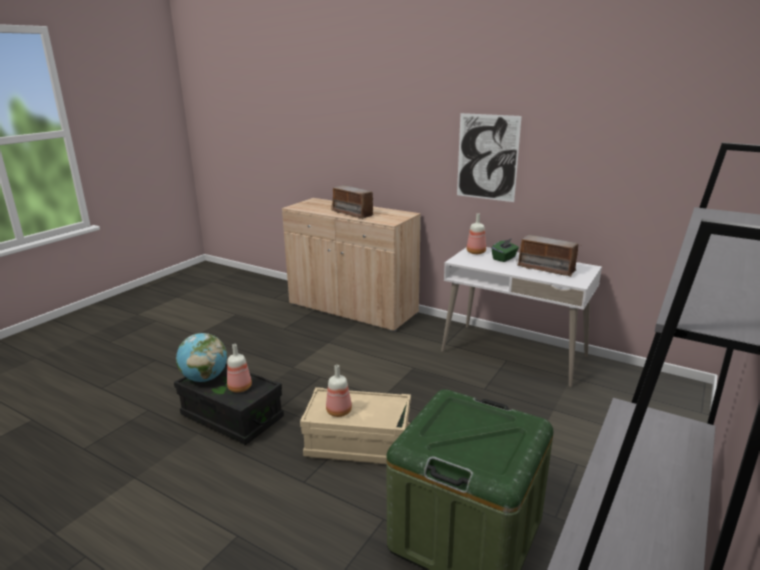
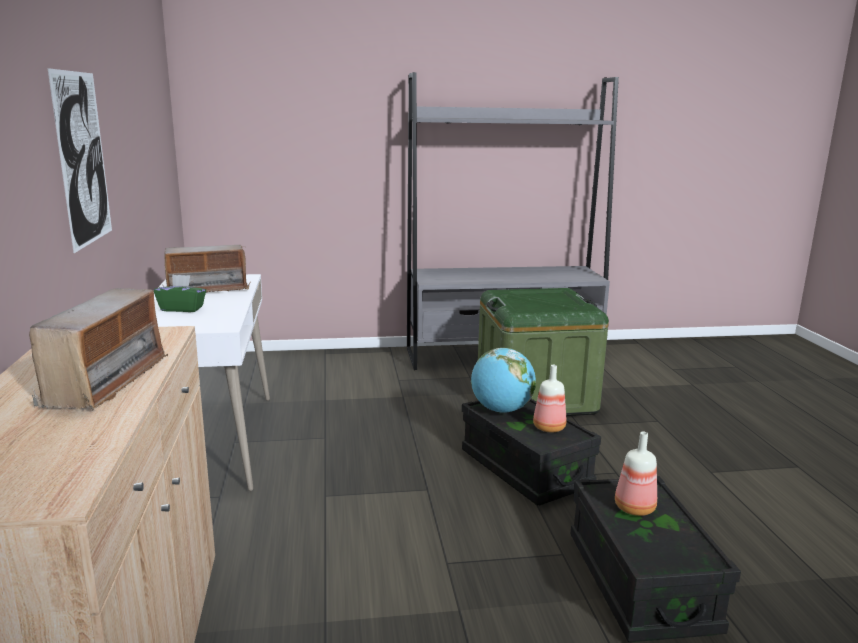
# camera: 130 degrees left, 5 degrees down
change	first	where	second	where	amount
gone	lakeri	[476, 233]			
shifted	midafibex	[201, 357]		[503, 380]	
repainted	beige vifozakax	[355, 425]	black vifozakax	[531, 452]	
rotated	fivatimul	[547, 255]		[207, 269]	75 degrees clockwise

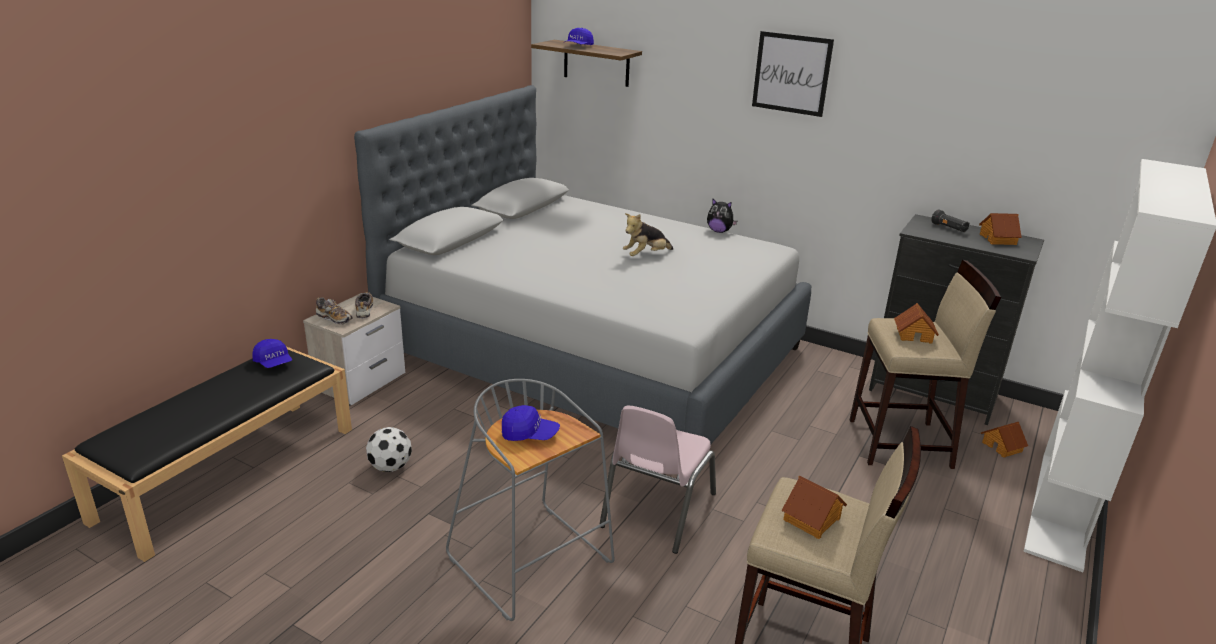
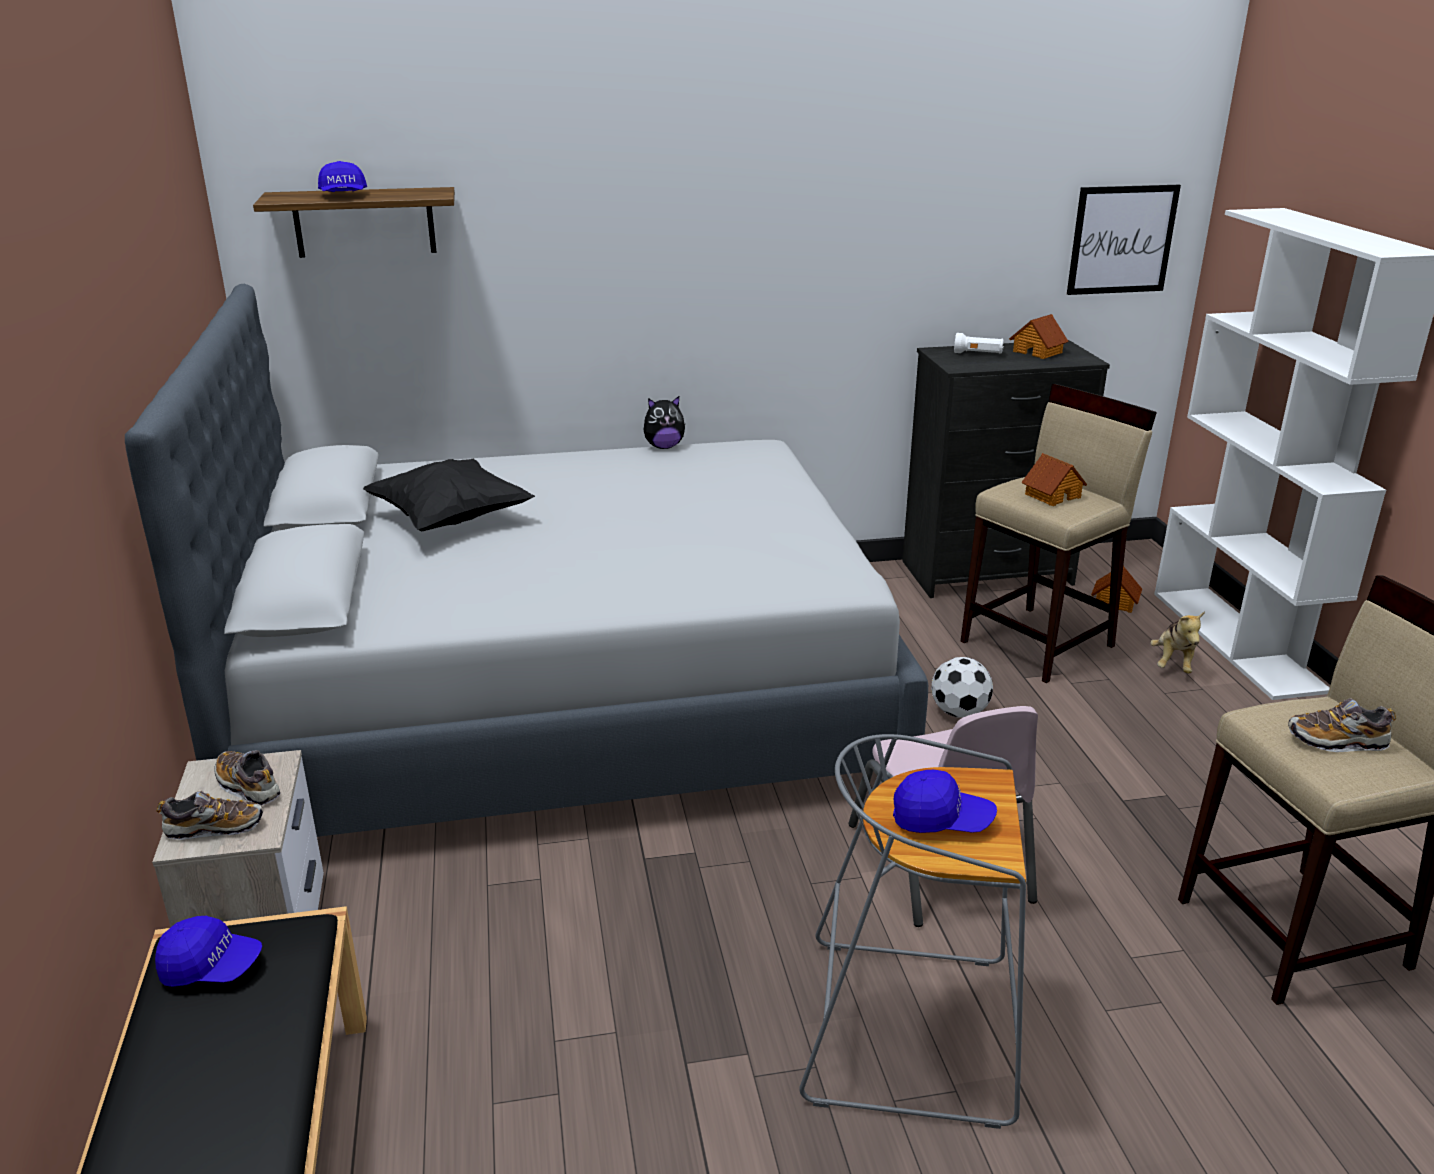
# camera: 40 degrees left, 0 degrees up
change	first	where	second	where	amount
new			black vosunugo	[449, 495]	
shifted	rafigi	[389, 449]		[962, 687]	
shifted	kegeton	[648, 234]		[1177, 642]	
shifted	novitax	[793, 74]		[1124, 240]	
swapped	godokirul	[814, 507]	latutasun	[1342, 725]	
repainted	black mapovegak	[950, 221]	white mapovegak	[979, 343]	
rotated	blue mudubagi	[531, 423]		[945, 801]	45 degrees clockwise

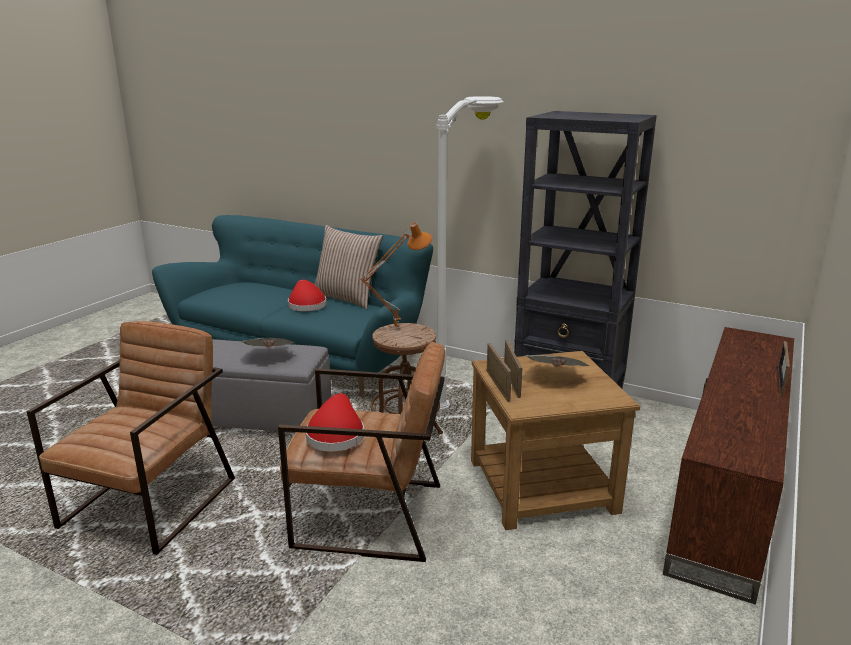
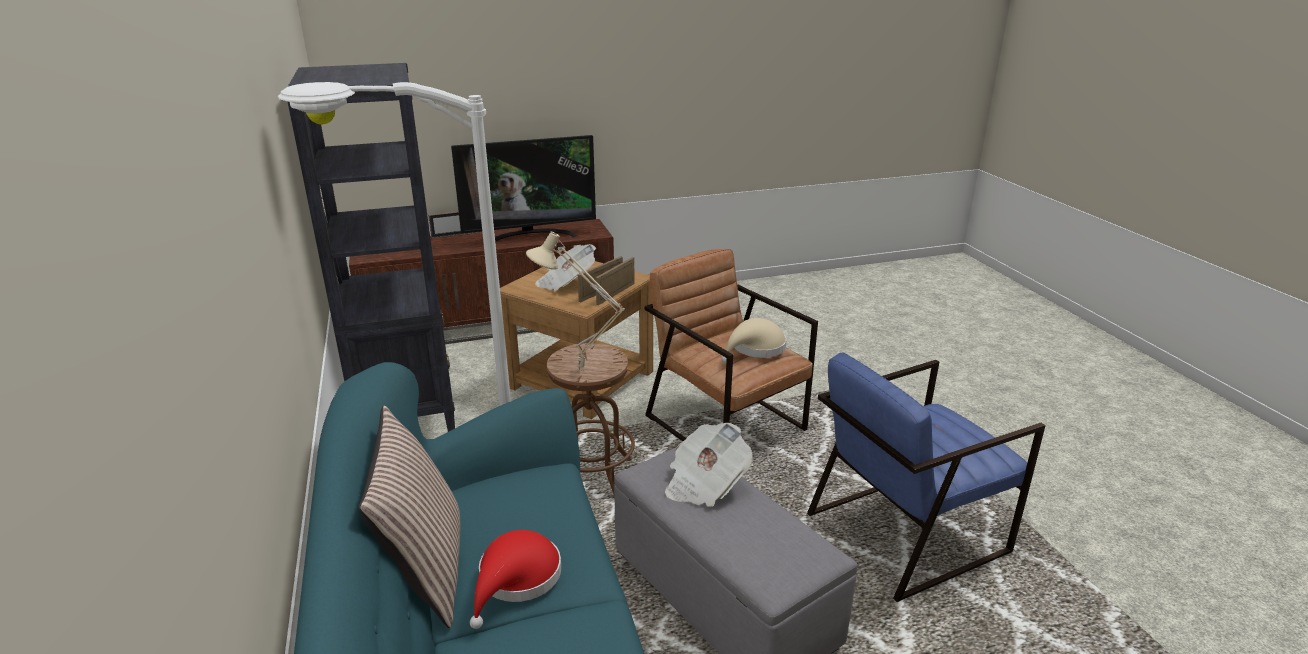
# camera: 135 degrees left, 5 degrees up
change	first	where	second	where	amount
new			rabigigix	[523, 188]	
repainted	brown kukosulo	[130, 438]	blue kukosulo	[926, 477]	
repainted	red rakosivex	[335, 422]	beige rakosivex	[754, 340]	
repainted	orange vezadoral	[396, 276]	beige vezadoral	[575, 301]	

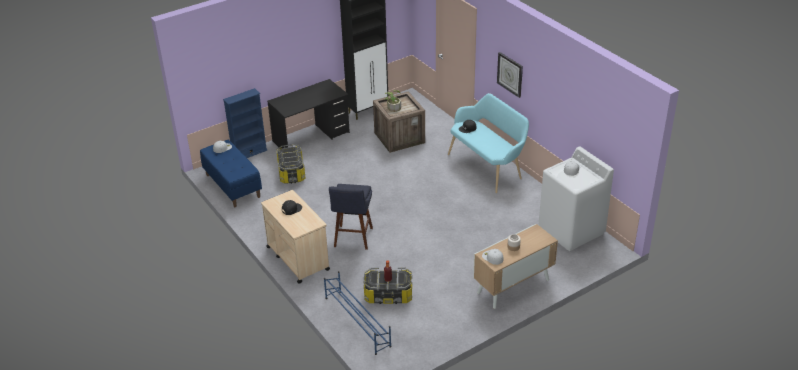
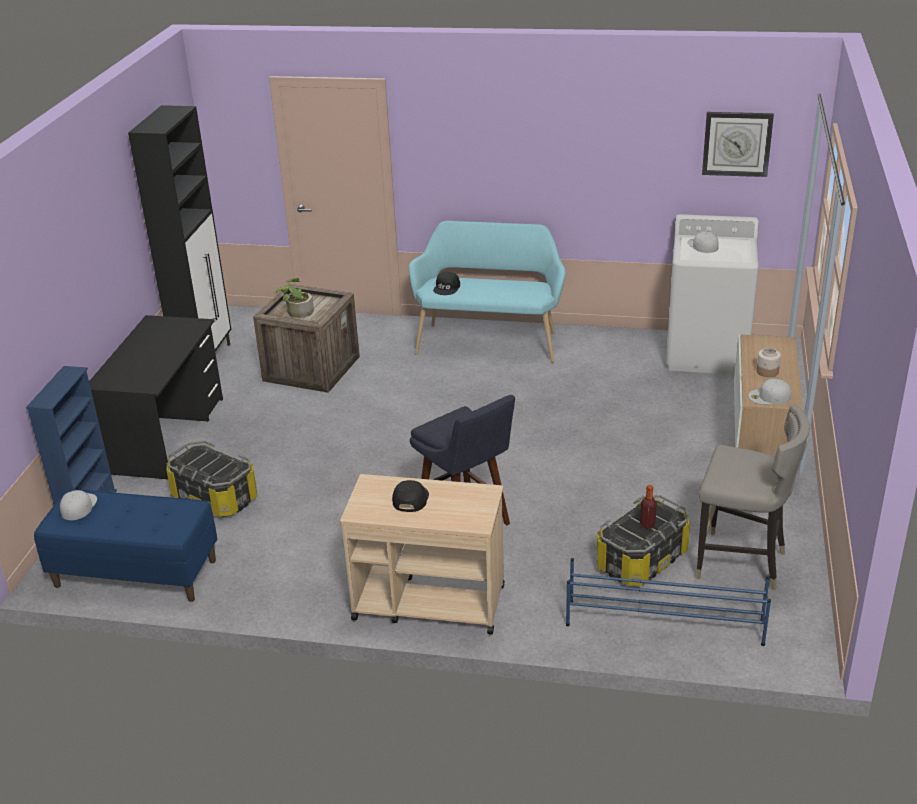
# camera: 45 degrees left, 5 degrees down
change	first	where	second	where	amount
new			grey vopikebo	[753, 497]	
shifted	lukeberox	[510, 75]		[738, 144]	

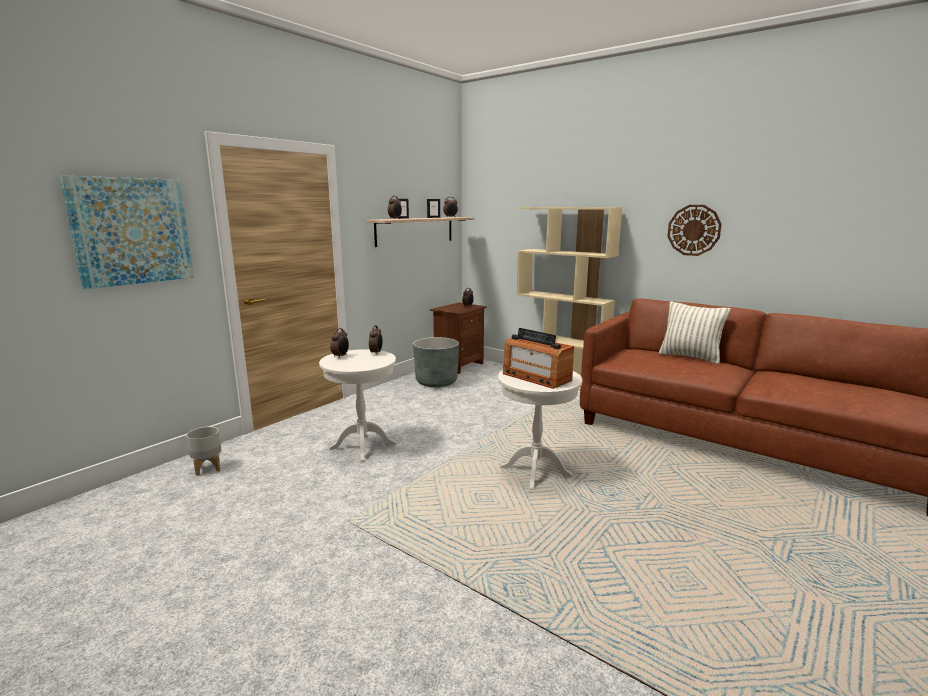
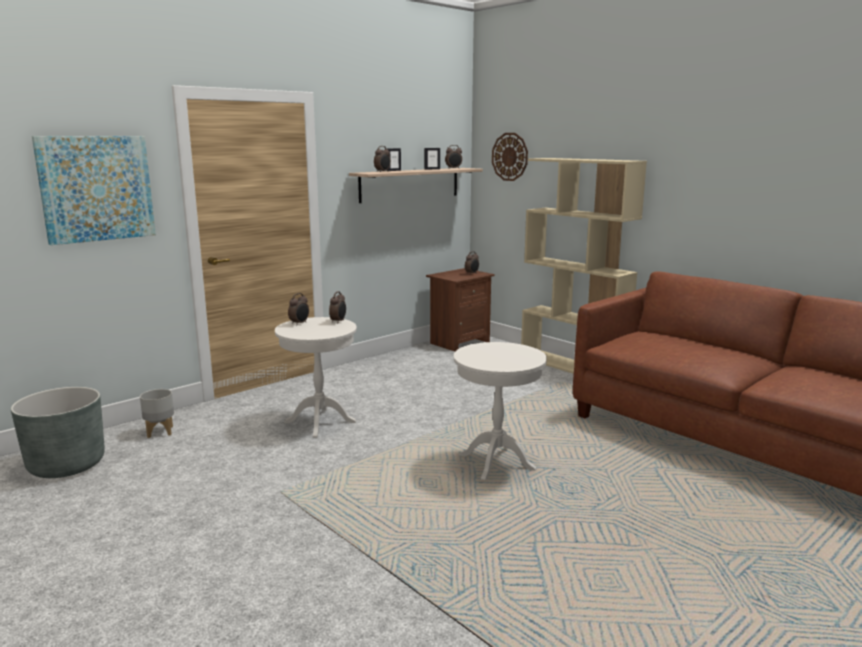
# camera: 10 degrees right, 0 degrees up
change	first	where	second	where	amount
gone	fivatimul	[538, 358]			
gone	vosunugo	[695, 332]			
shifted	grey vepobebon	[436, 362]		[58, 432]	
shifted	lukeberox	[694, 230]		[510, 157]	

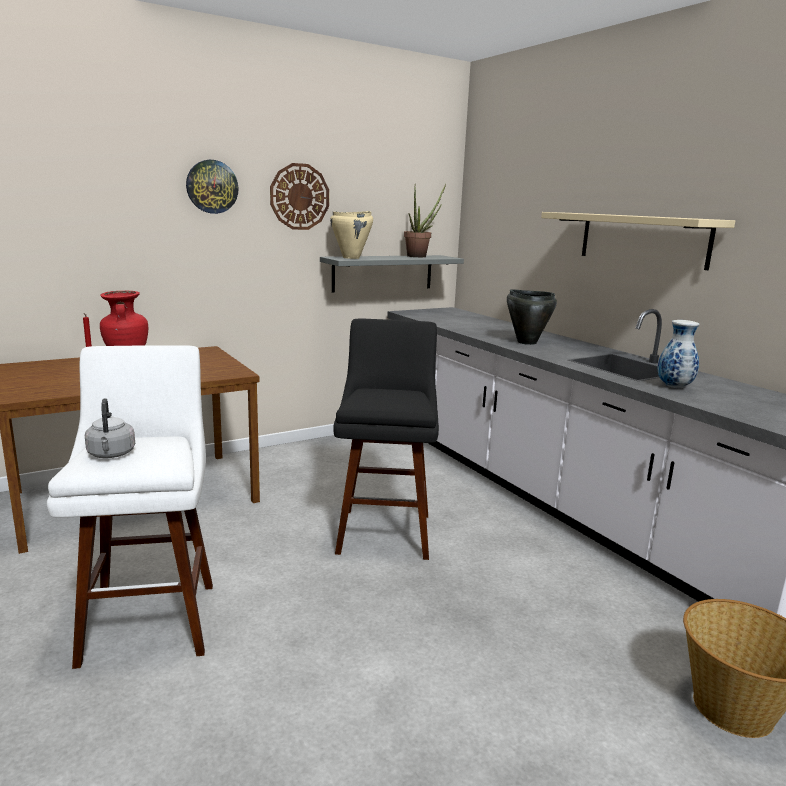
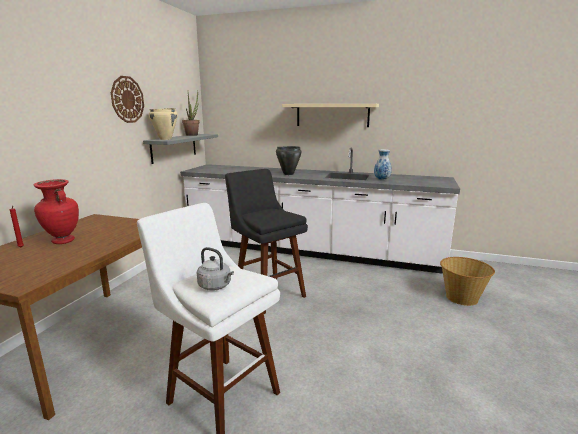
# camera: 40 degrees left, 0 degrees up
change	first	where	second	where	amount
gone	lukeberox	[212, 187]			

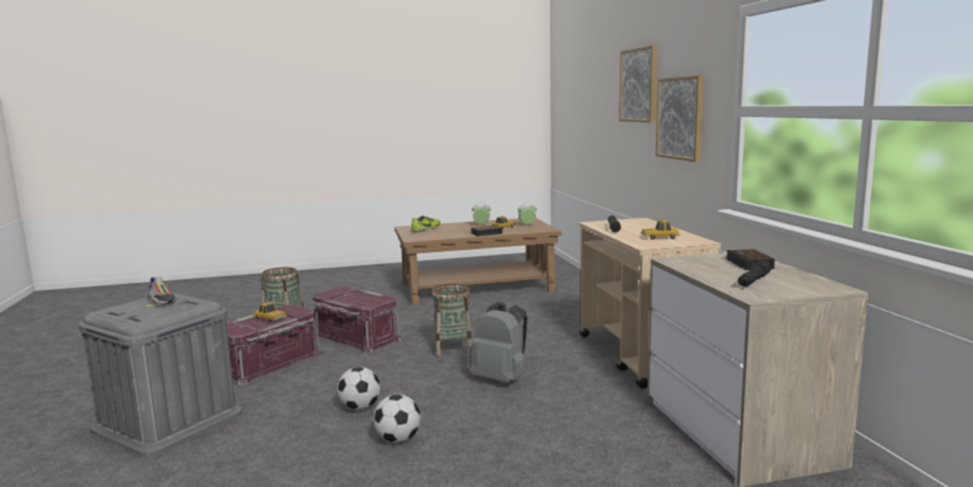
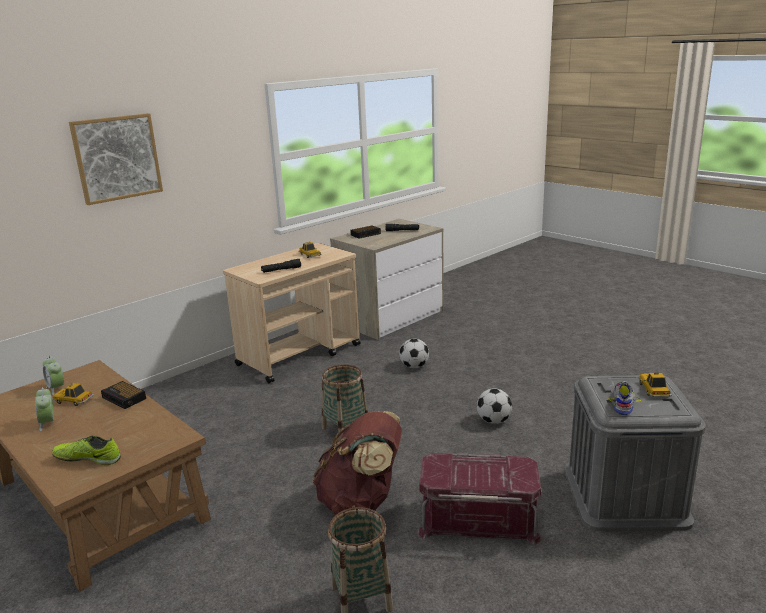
# camera: 120 degrees left, 10 degrees up
change	first	where	second	where	amount
gone	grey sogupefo	[498, 342]			
gone	novitax	[680, 118]			
shifted	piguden	[270, 312]		[655, 384]	
shifted	rafigi	[397, 418]		[414, 353]	
swapped	red vifozakax	[357, 320]	brown sogupefo	[357, 463]	

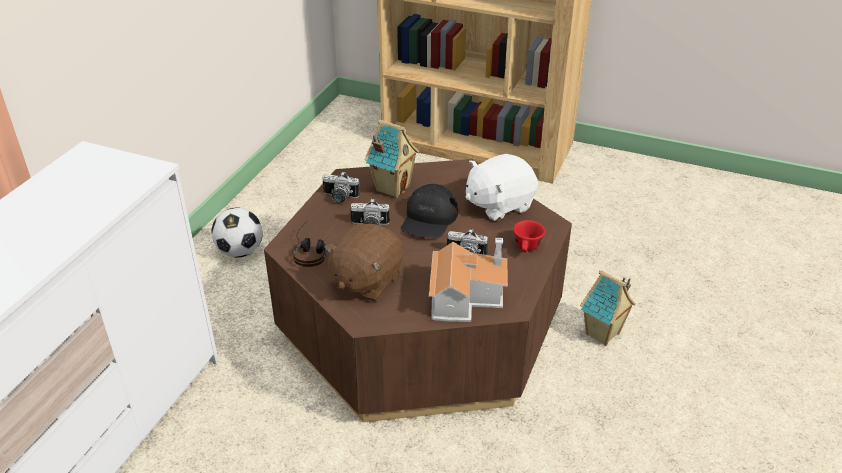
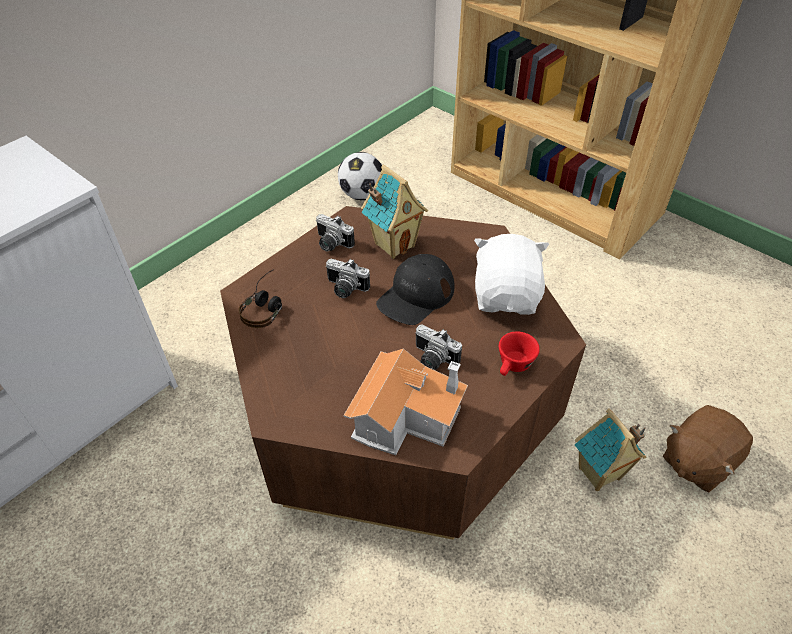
# camera: 20 degrees right, 10 degrees up
change	first	where	second	where	amount
shifted	rafigi	[237, 232]		[360, 176]	
shifted	brown kegeton	[364, 262]		[708, 448]	
rotated	white kegeton	[502, 187]		[511, 274]	105 degrees clockwise

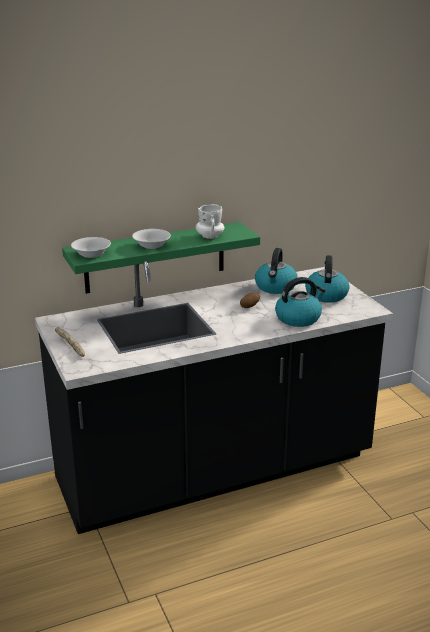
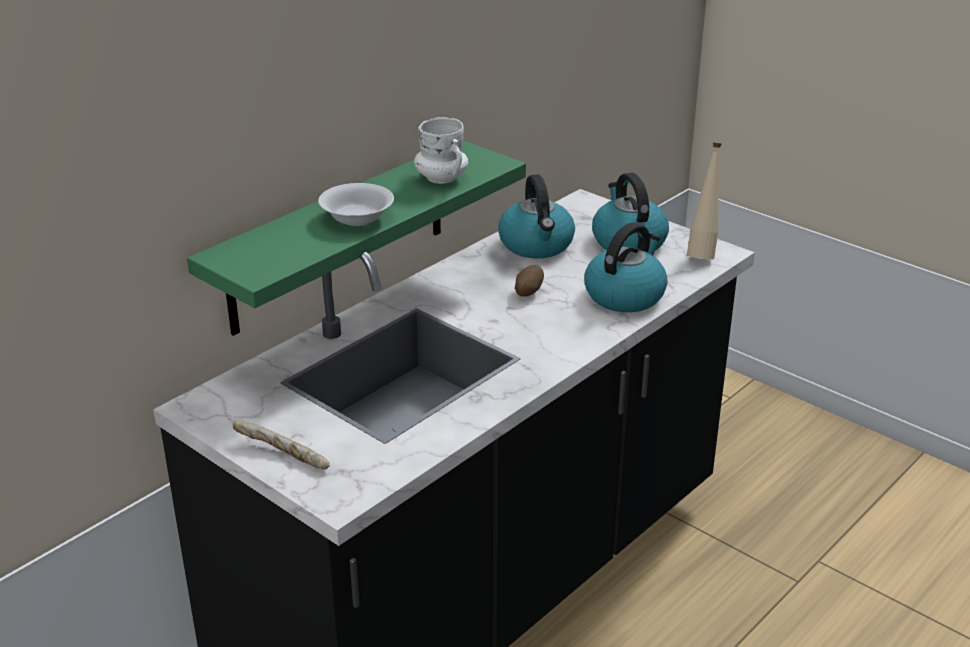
# camera: 25 degrees left, 5 degrees up
change	first	where	second	where	amount
gone	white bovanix	[91, 247]			
new			beige lakeri	[704, 201]	

